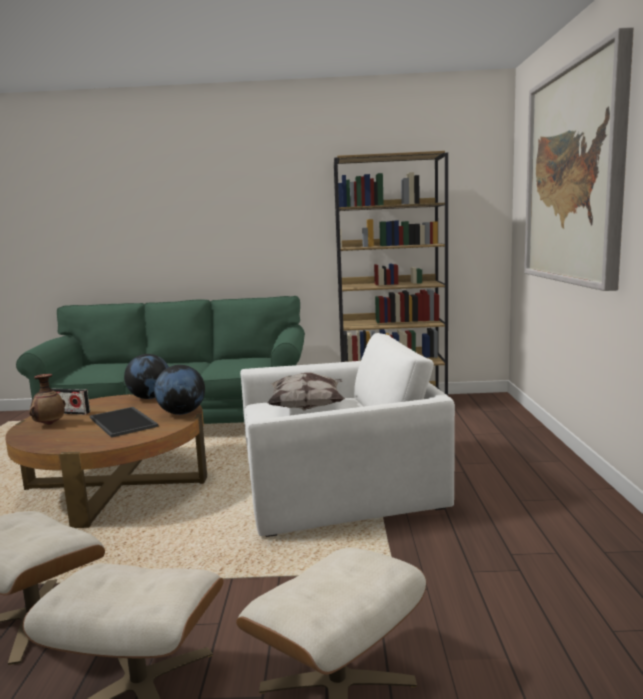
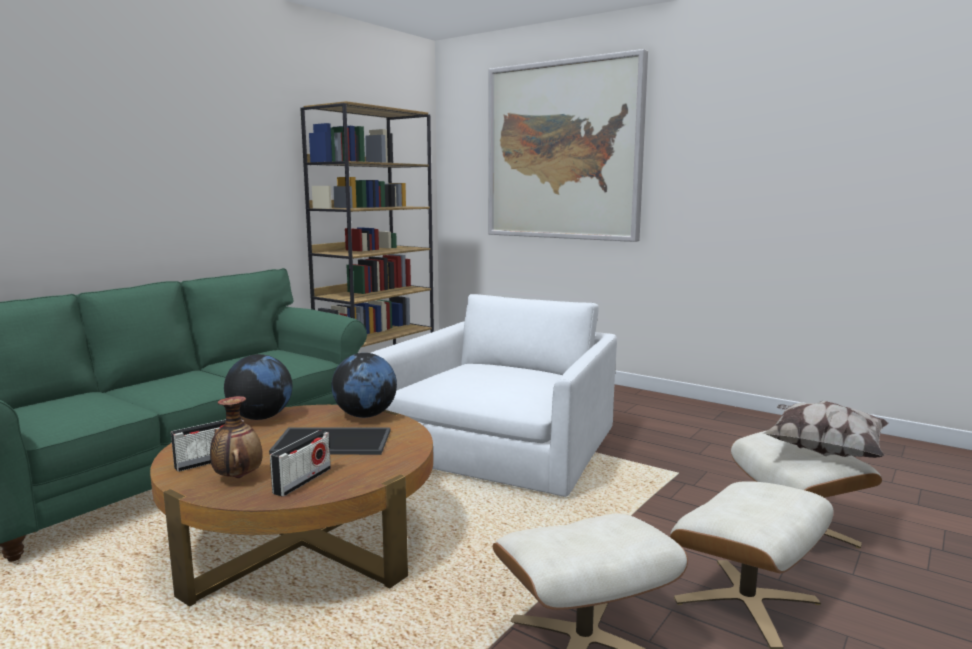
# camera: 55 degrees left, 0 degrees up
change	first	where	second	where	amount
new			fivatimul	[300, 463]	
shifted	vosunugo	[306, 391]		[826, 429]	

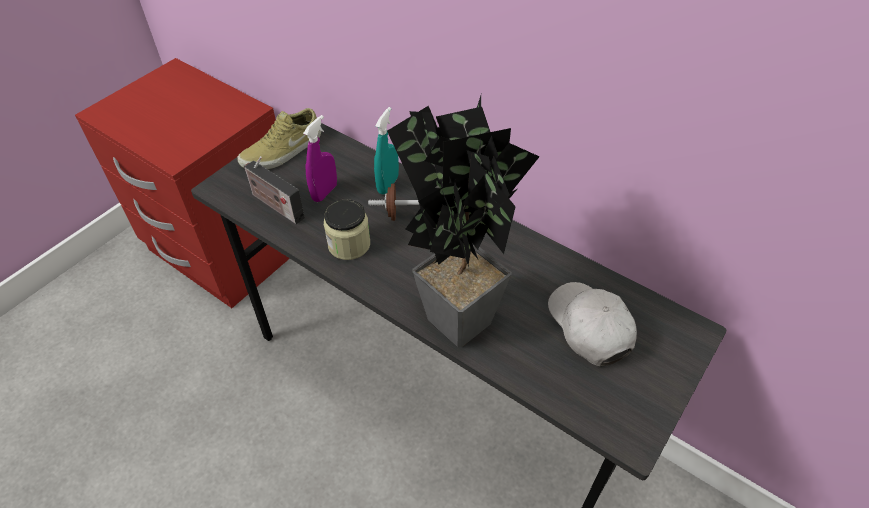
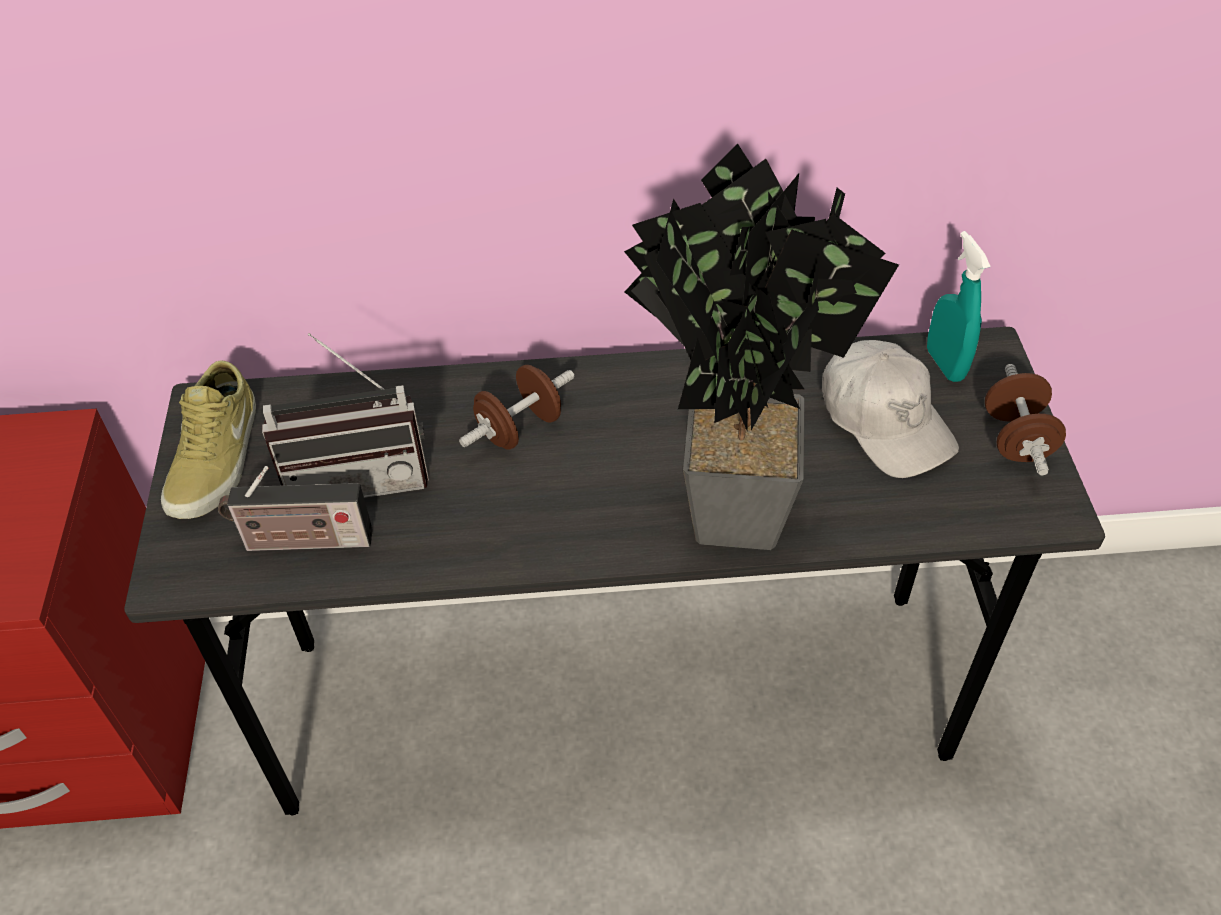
# camera: 40 degrees left, 0 degrees up
change	first	where	second	where	amount
gone	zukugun	[347, 230]			
new			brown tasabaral	[1025, 419]	
shifted	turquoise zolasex	[386, 151]		[958, 306]	
swapped	purple zolasex	[320, 158]	fivatimul	[345, 415]	
rotated	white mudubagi	[592, 324]		[890, 409]	150 degrees counterclockwise

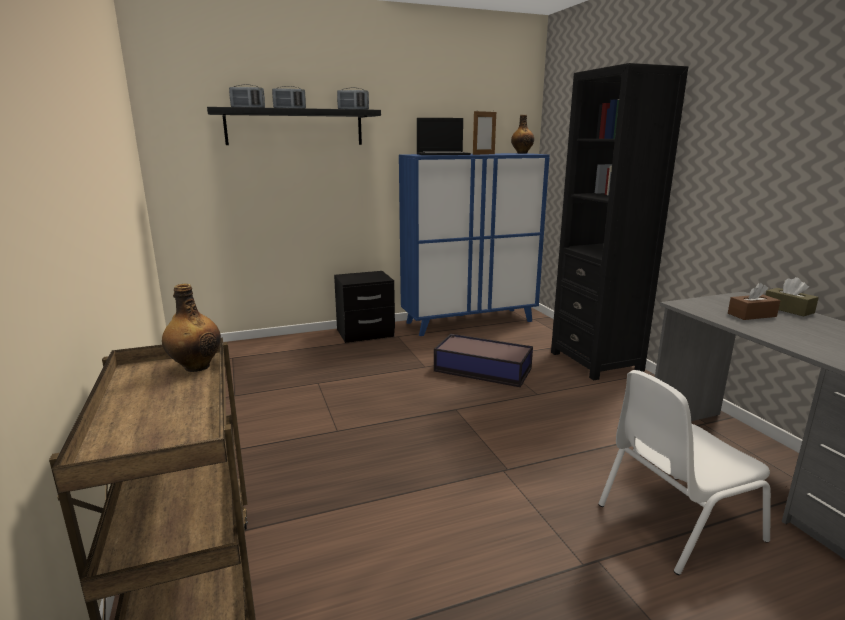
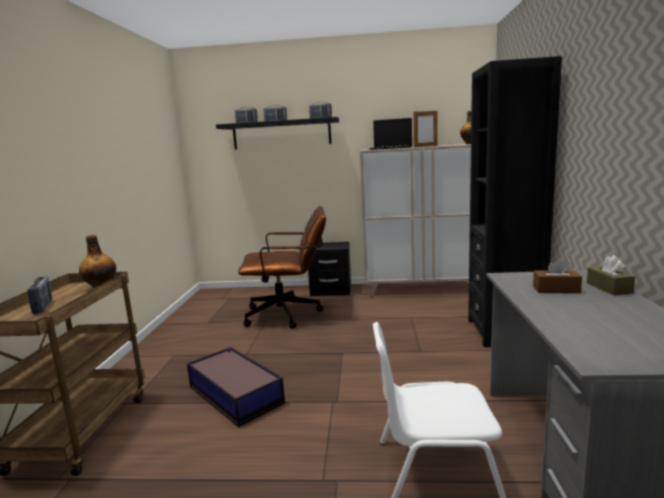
# camera: 25 degrees right, 5 degrees down
change	first	where	second	where	amount
new			fivatimul	[39, 295]	
new			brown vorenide	[282, 267]	
shifted	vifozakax	[483, 360]		[236, 387]	
repainted	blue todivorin	[474, 244]	beige todivorin	[415, 220]	

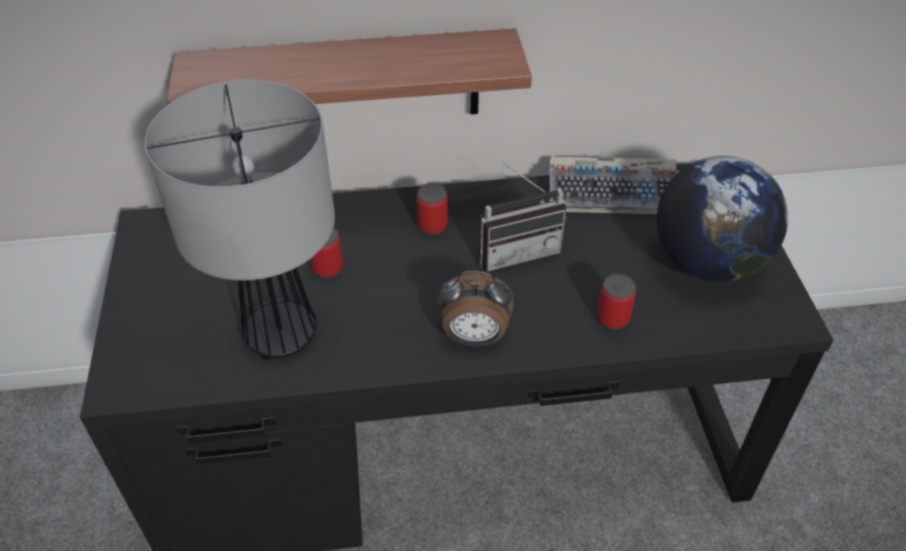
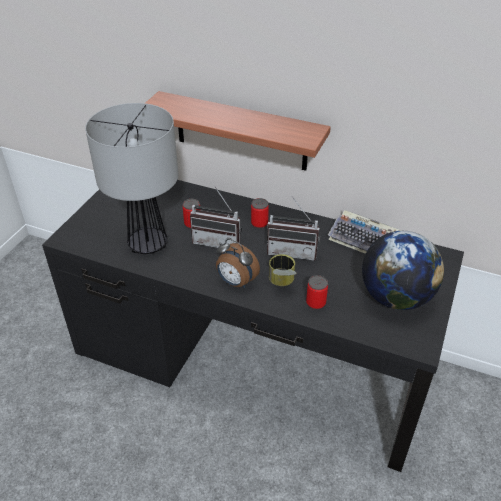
# camera: 30 degrees right, 5 degrees down
change	first	where	second	where	amount
new			fivatimul	[216, 217]	
new			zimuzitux	[283, 270]	

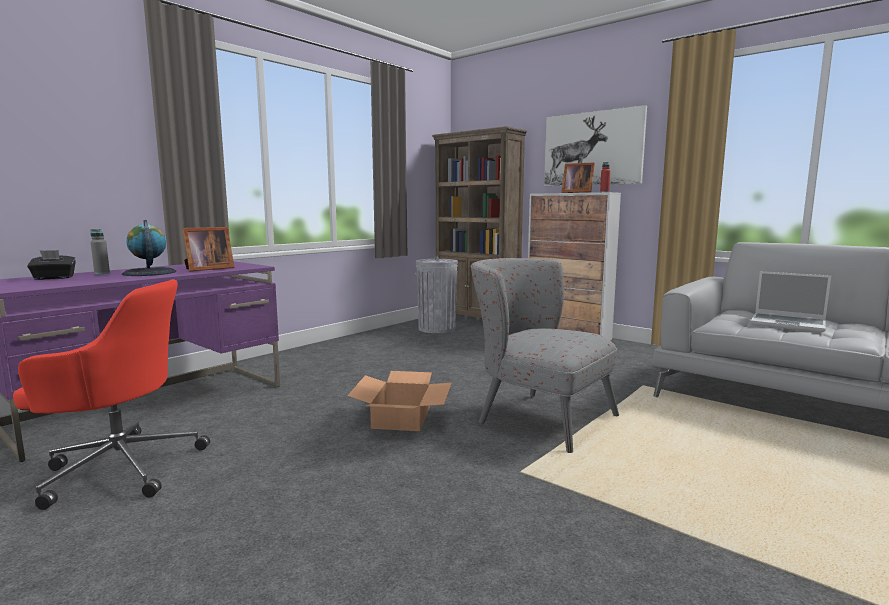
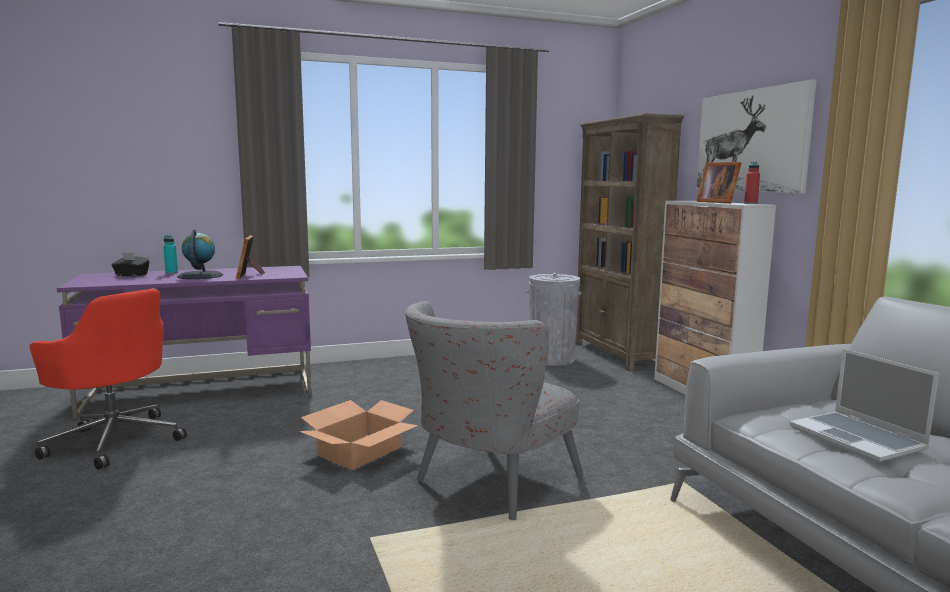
# camera: 30 degrees right, 0 degrees up
change	first	where	second	where	amount
repainted	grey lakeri	[100, 251]	turquoise lakeri	[170, 254]	
rotated	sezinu	[208, 249]		[250, 257]	90 degrees clockwise
rotated	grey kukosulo	[544, 355]		[494, 410]	120 degrees counterclockwise

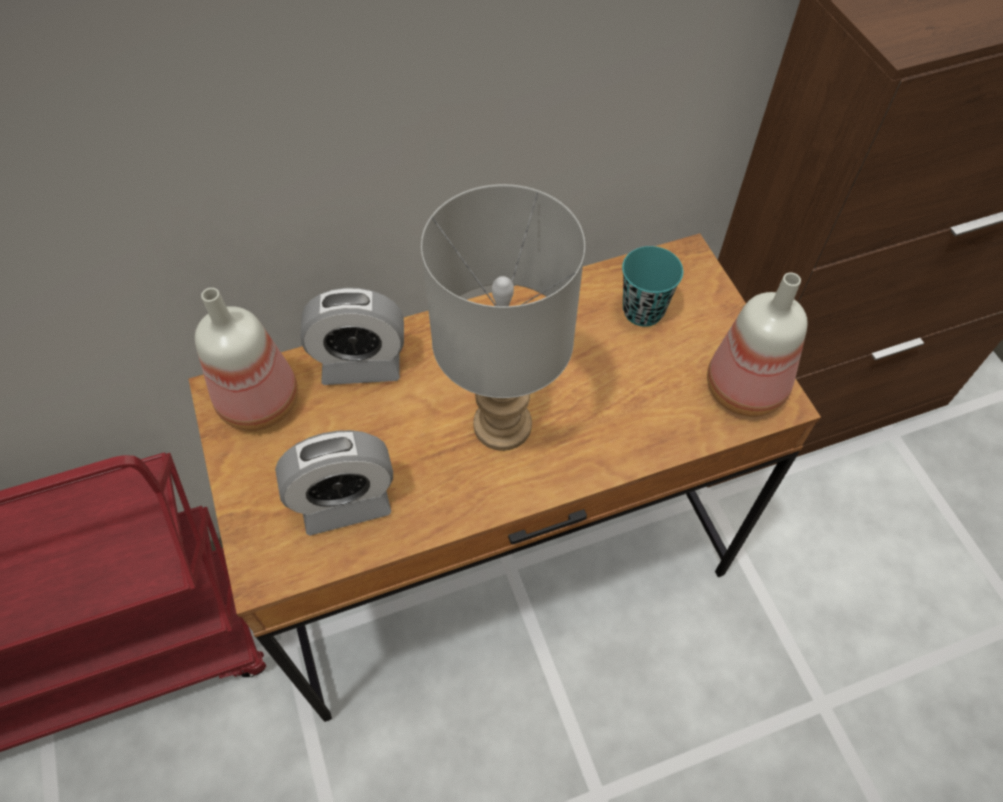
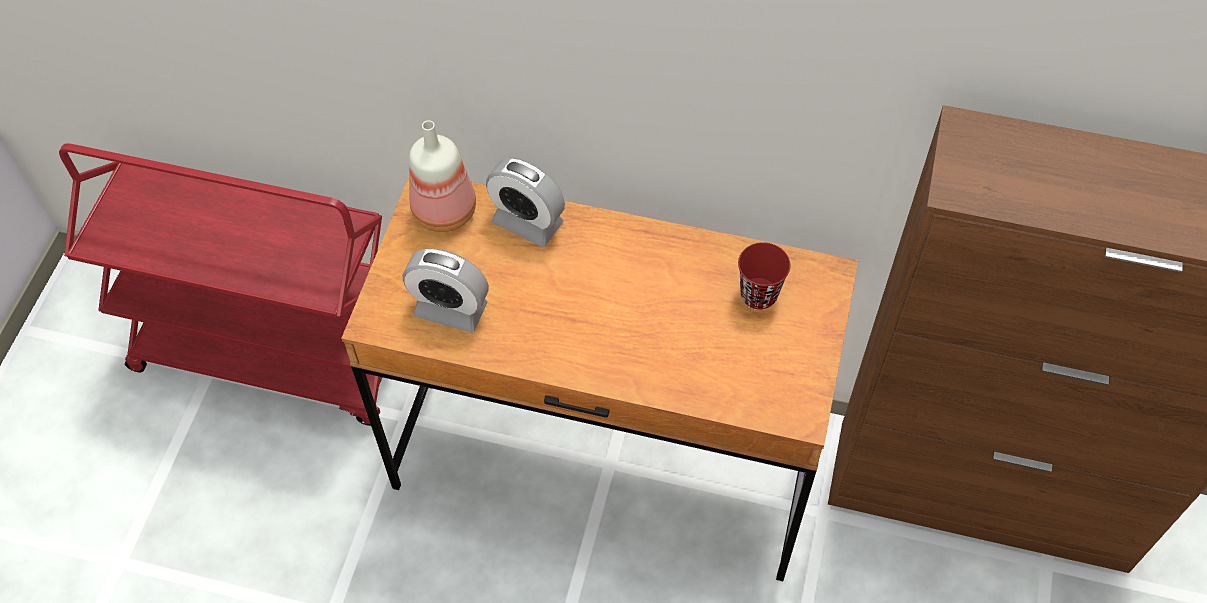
# camera: 35 degrees right, 0 degrees up
change	first	where	second	where	amount
gone	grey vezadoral	[503, 317]			
gone	lakeri	[757, 344]			
repainted	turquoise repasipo	[652, 286]	red repasipo	[764, 276]	

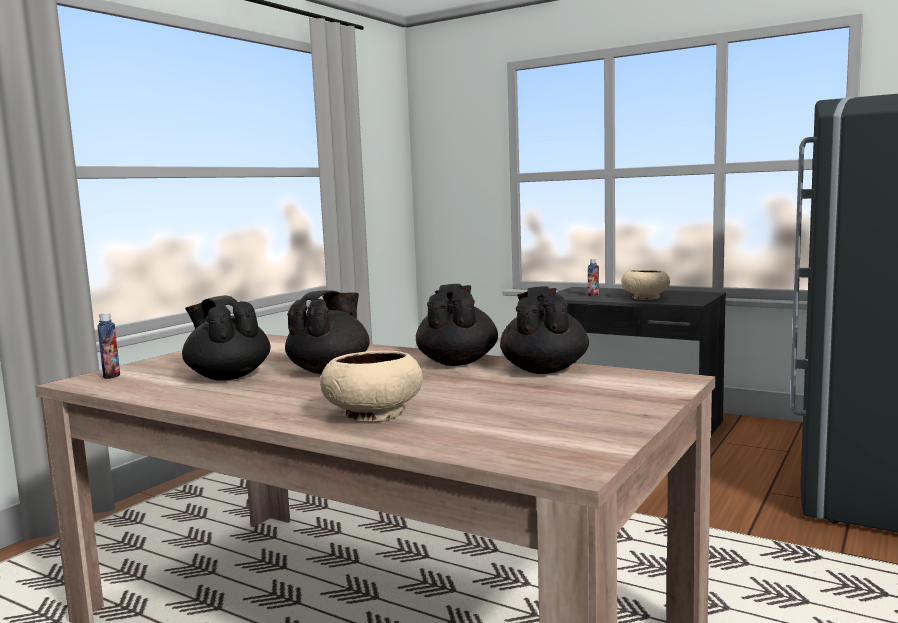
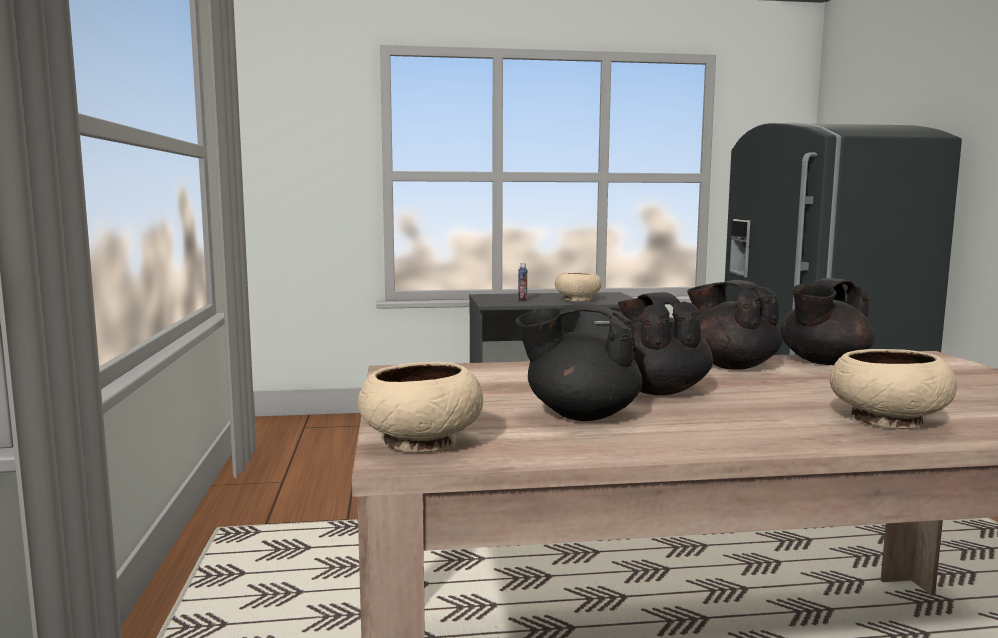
# camera: 40 degrees left, 0 degrees up
change	first	where	second	where	amount
swapped	lakeri	[108, 346]	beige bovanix	[420, 407]	
rotated	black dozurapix	[544, 330]		[827, 321]	90 degrees counterclockwise

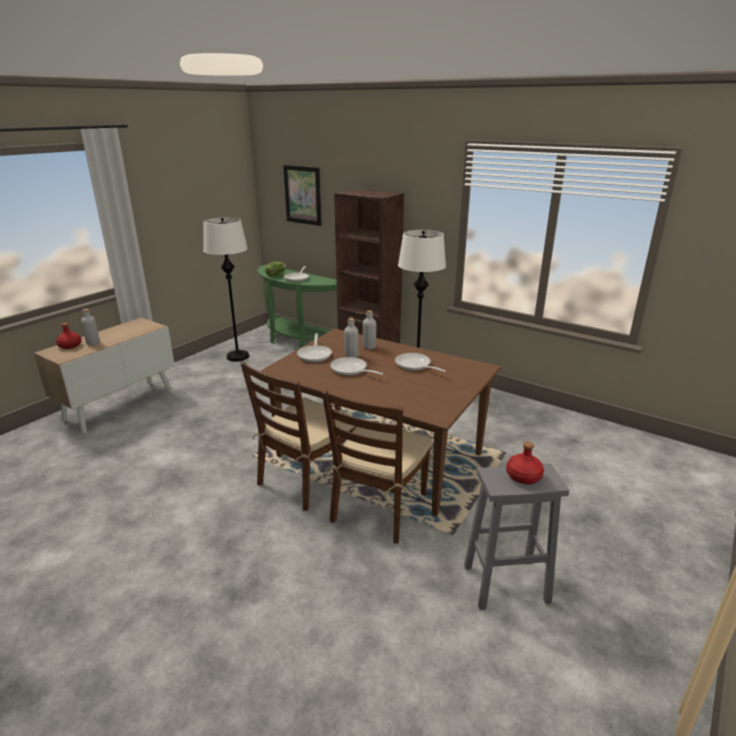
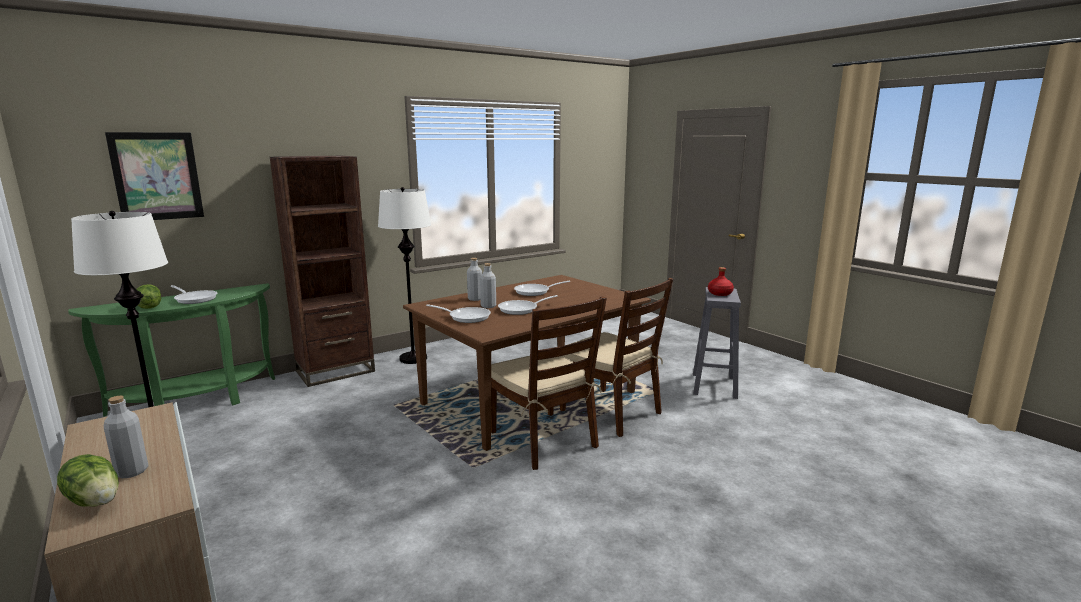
# camera: 70 degrees left, 10 degrees down
change	first	where	second	where	amount
swapped	red lakeri	[69, 336]	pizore	[88, 480]	

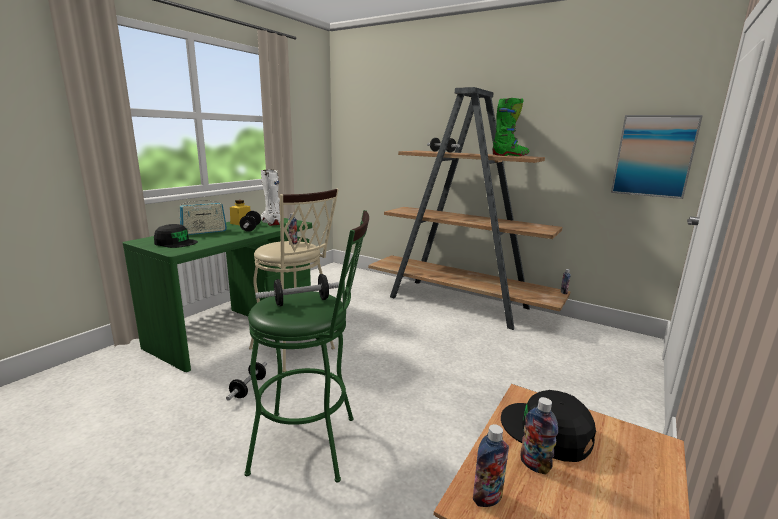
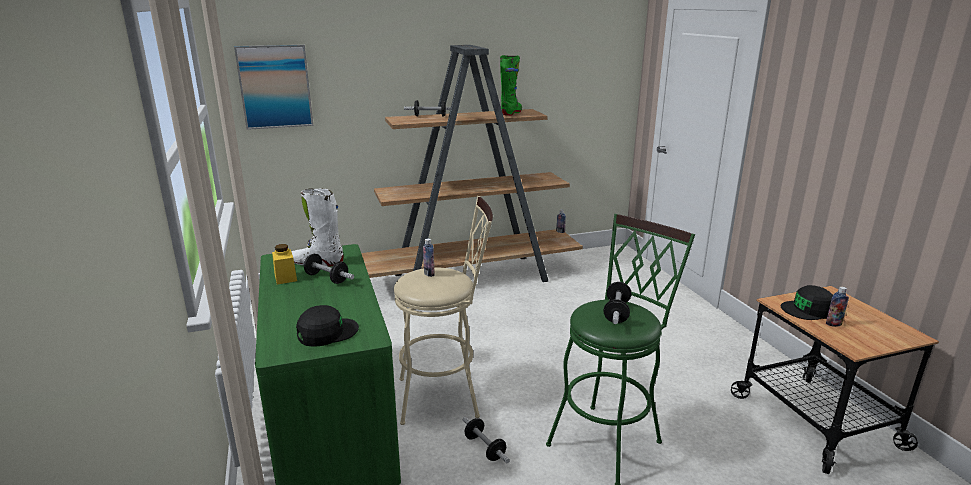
# camera: 50 degrees left, 5 degrees up
change	first	where	second	where	amount
gone	fivatimul	[203, 216]			
gone	lakeri	[491, 465]			
shifted	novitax	[657, 157]		[273, 87]	

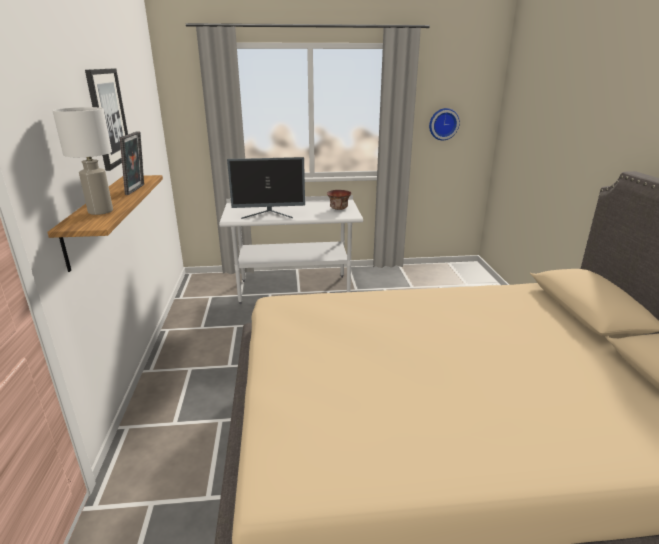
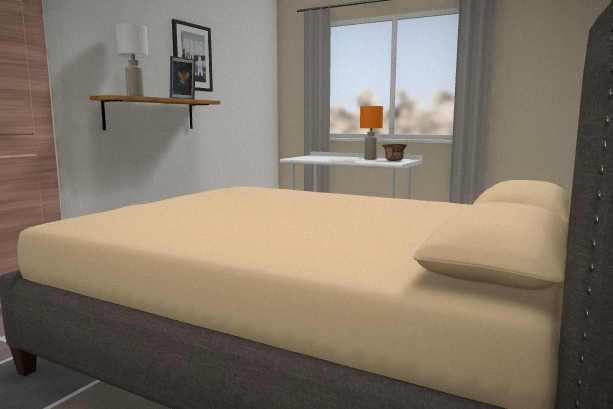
# camera: 35 degrees right, 15 degrees down
change	first	where	second	where	amount
gone	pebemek	[266, 188]			
gone	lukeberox	[444, 124]			
new			orange vezadoral	[371, 133]	

